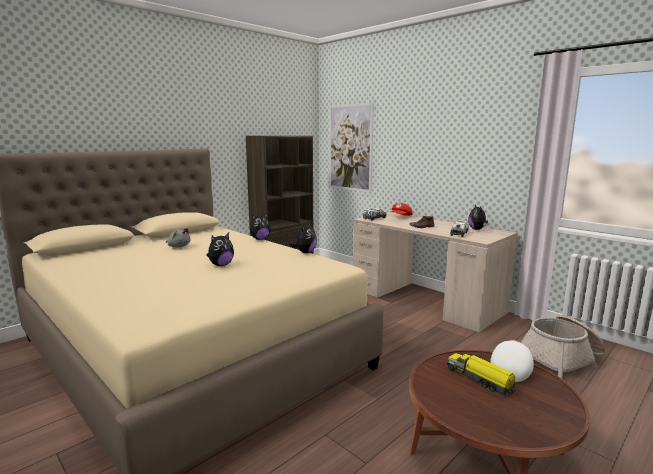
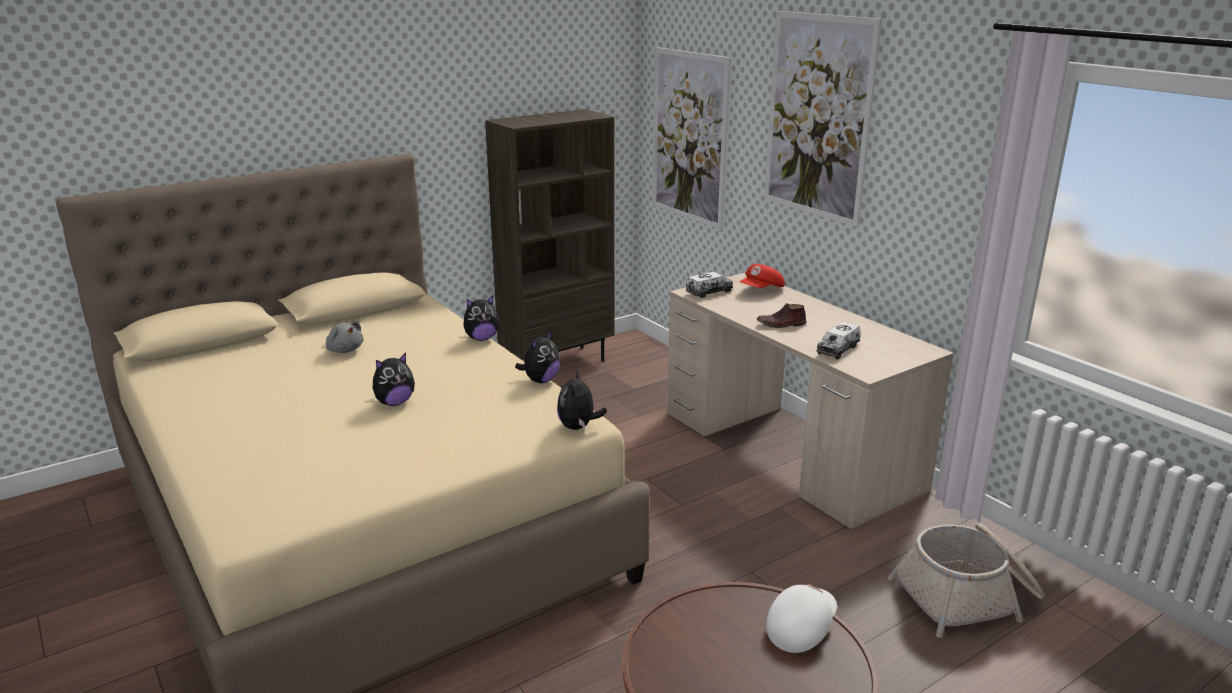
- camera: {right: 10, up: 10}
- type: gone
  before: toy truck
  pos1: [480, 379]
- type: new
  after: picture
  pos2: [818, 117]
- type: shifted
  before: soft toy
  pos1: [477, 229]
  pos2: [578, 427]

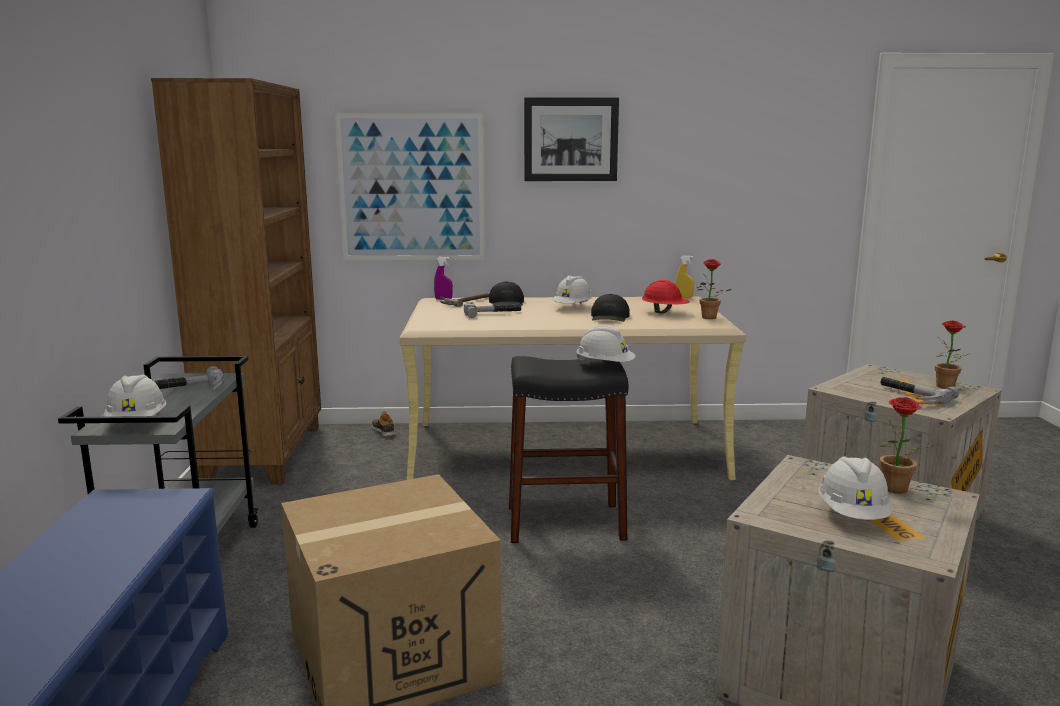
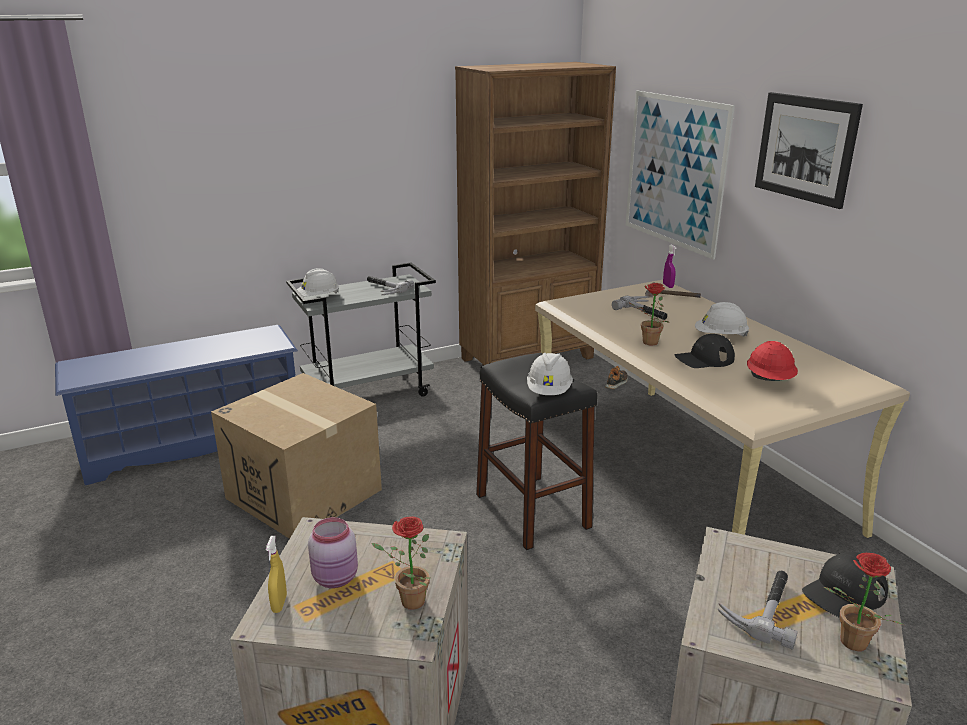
- camera: {right: 65, up: 10}
- type: shifted
  before: baseball cap/blackish
  pos1: [507, 303]
  pos2: [844, 593]
- type: shifted
  before: sprayer/yellow-coloured
  pos1: [683, 297]
  pos2: [279, 604]
- type: shifted
  before: houseplant
  pos1: [709, 318]
  pos2: [647, 342]
- type: swapped
  before: hard hat/white-coloured
  after: jar/pink-coloured
  pos1: [853, 515]
  pos2: [336, 578]

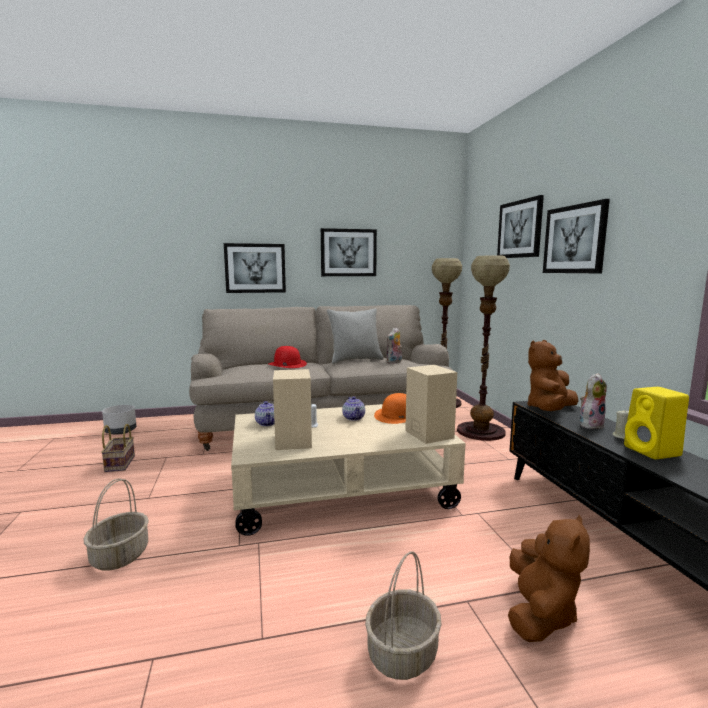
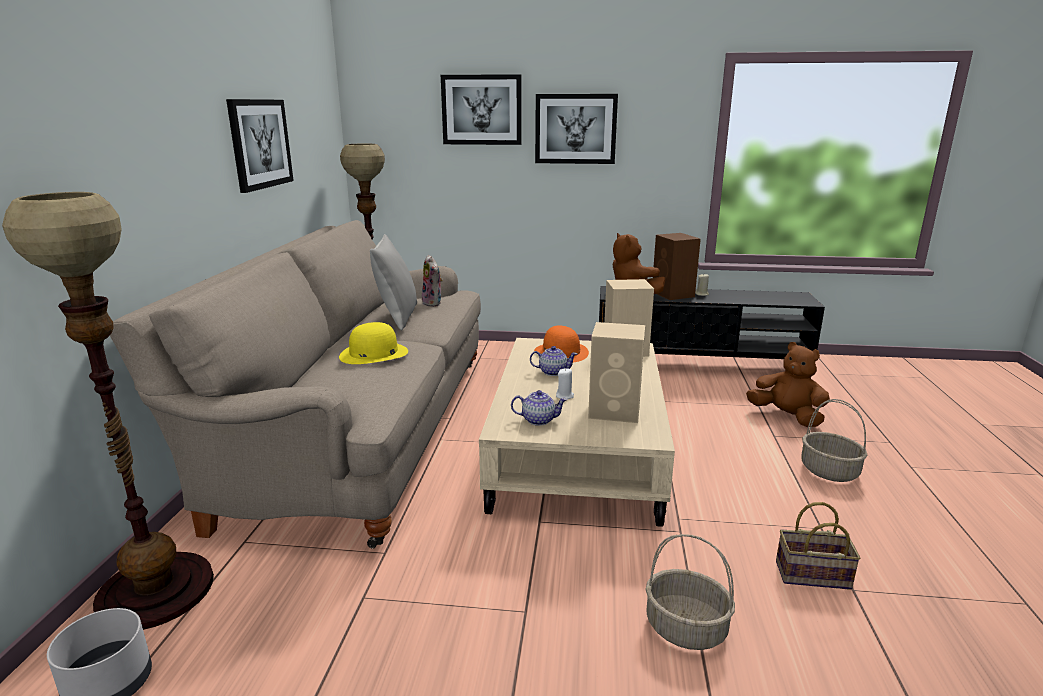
- camera: {right: -70, up: 10}
- type: gone
  before: picture
  pos1: [255, 268]
- type: gone
  before: loudspeaker/yellow-coloured
  pos1: [653, 451]
- type: shifted
  before: basket
  pos1: [119, 463]
  pos2: [811, 576]
- type: shifted
  before: standing lamp
  pos1: [480, 431]
  pos2: [155, 591]
- type: swapped
  before: soft toy
  after: loudspeaker/brownish
  pos1: [590, 424]
  pos2: [673, 294]
- type: repainted
  before: hat/red
  after: hat/yellow-coloured
  pos1: [287, 364]
  pos2: [373, 354]

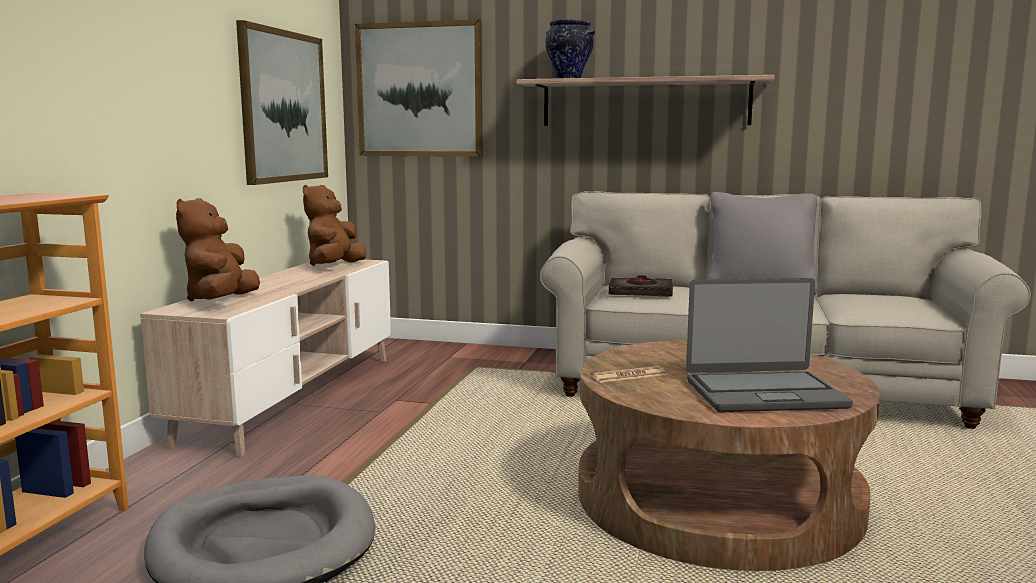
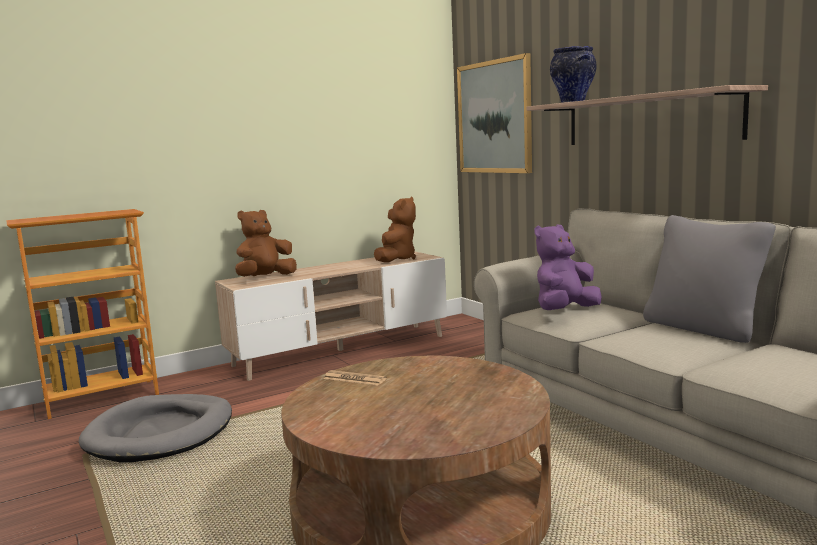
- camera: {right: 45, up: 0}
- type: gone
  before: picture
  pos1: [283, 107]
- type: gone
  before: notebook computer
  pos1: [763, 393]
- type: swapped
  before: volume/blackish
  after: soft toy/purple-coloured
  pos1: [641, 292]
  pos2: [565, 311]
- type: rotated
  before: soft toy/brownish
  pos1: [334, 266]
  pos2: [396, 259]
  turn: 135

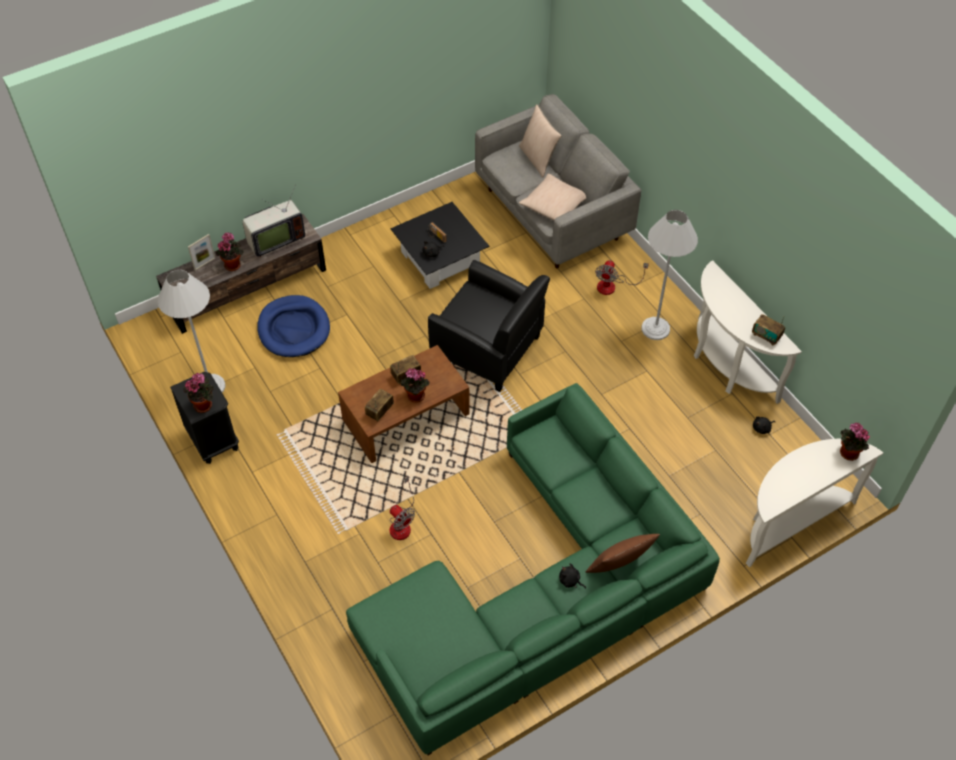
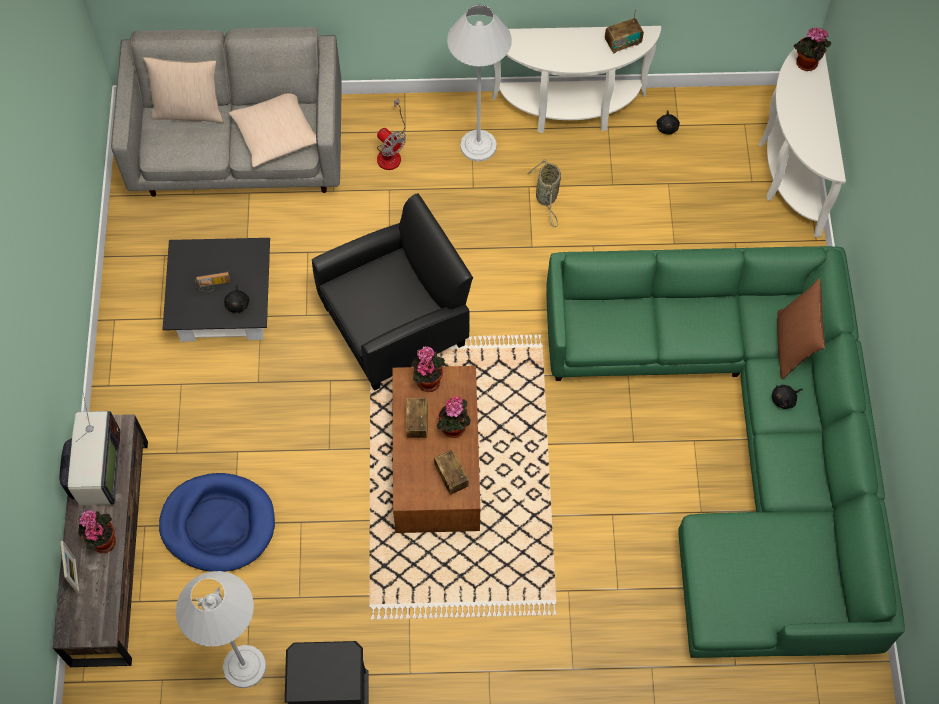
- camera: {right: -60, up: 10}
- type: gone
  before: fan
  pos1: [401, 523]
- type: new
  after: basket
  pos2: [547, 198]
- type: shifted
  before: houseplant
  pos1: [204, 404]
  pos2: [427, 380]

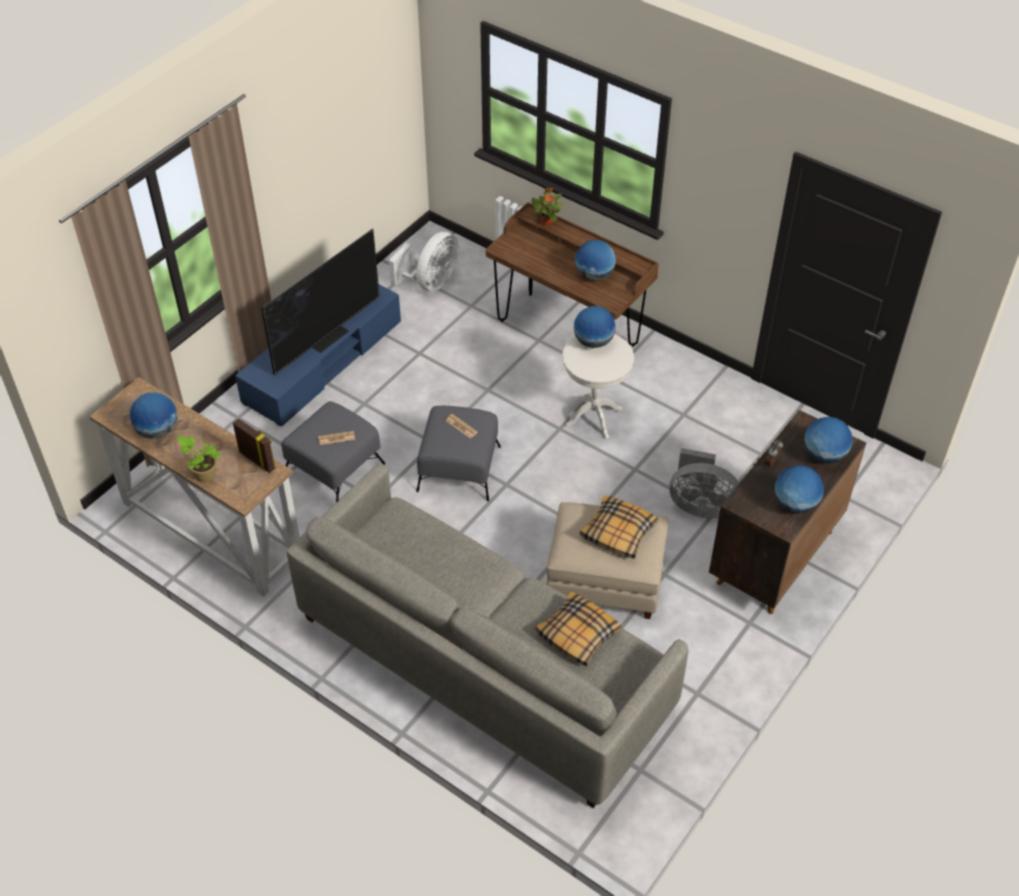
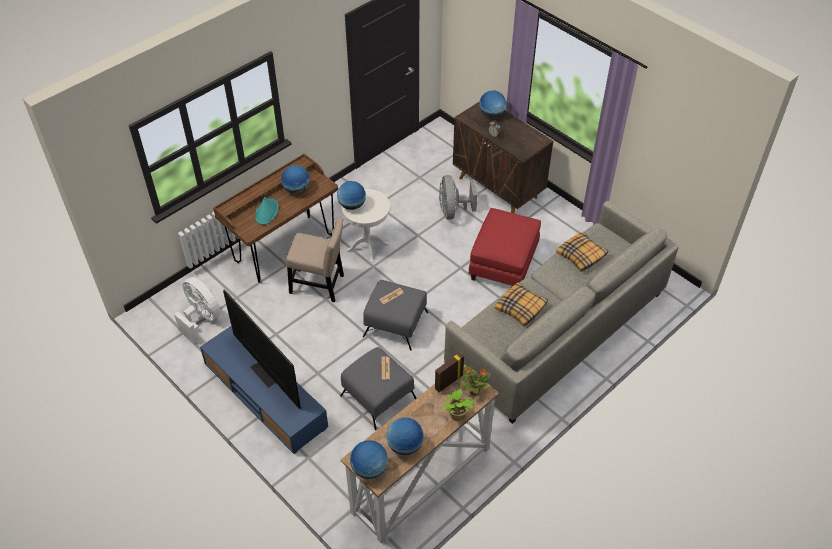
- camera: {right: -80, up: 0}
- type: new
  after: hat/turquoise
  pos2: [266, 212]
- type: new
  after: upright chair/beige
  pos2: [319, 285]
- type: shifted
  before: houseplant
  pos1: [547, 222]
  pos2: [473, 391]
- type: shifted
  before: throw pillow
  pos1: [618, 533]
  pos2: [521, 308]
- type: shifted
  before: world globe
  pos1: [795, 504]
  pos2: [369, 469]
- type: repainted
  before: ottoman/beige
  after: ottoman/red
  pos1: [605, 580]
  pos2: [502, 263]
- type: rotated
  before: fan/greyish
  pos1: [700, 505]
  pos2: [453, 211]
  turn: 150

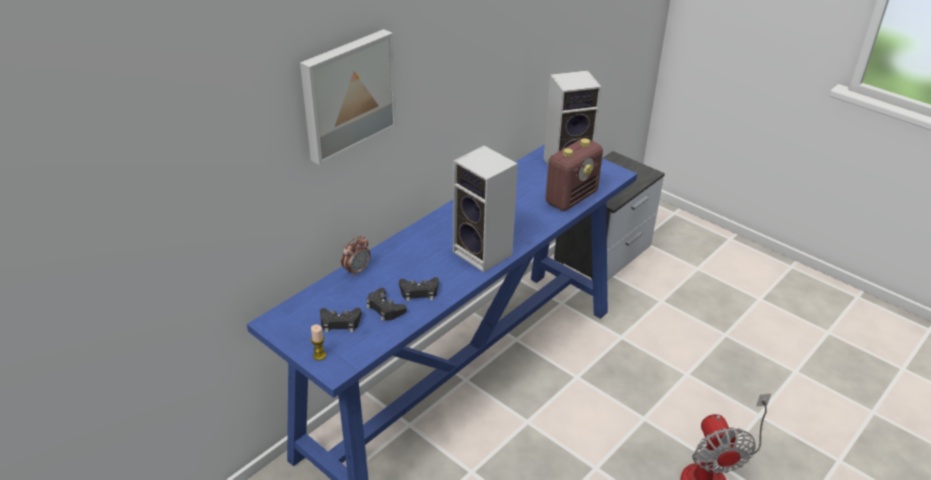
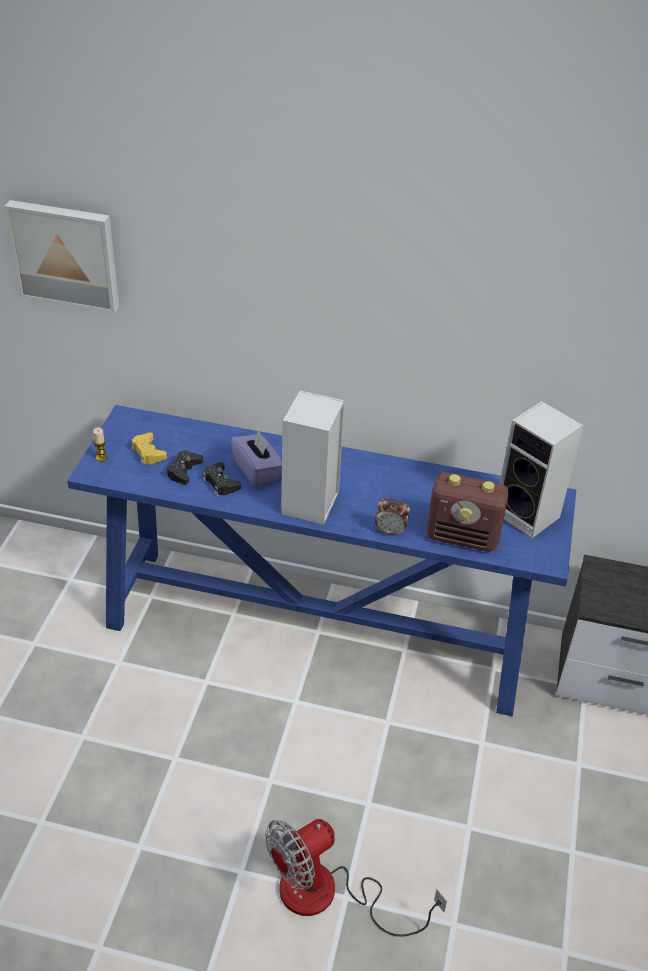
- camera: {right: 60, up: 5}
- type: new
  after: tissue holder/purple-coloured
  pos2: [257, 471]
- type: shifted
  before: picture
  pos1: [347, 94]
  pos2: [65, 254]
- type: shifted
  before: table clock
  pos1: [357, 271]
  pos2: [390, 531]
- type: repainted
  before: gamepad/blackish
  after: gamepad/yellow-coloured
  pos1: [340, 323]
  pos2: [148, 453]

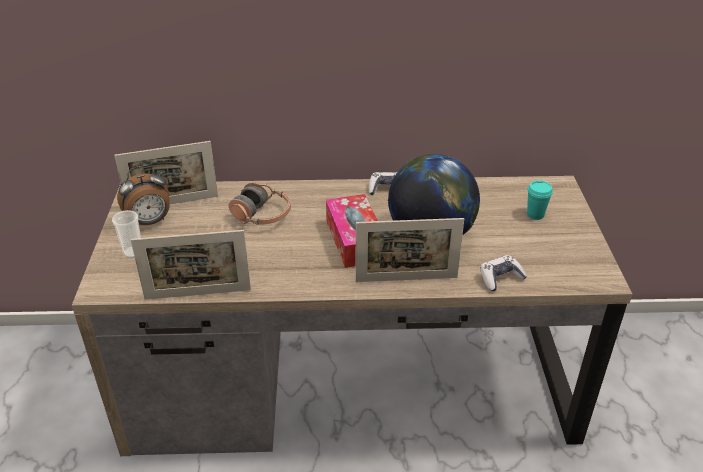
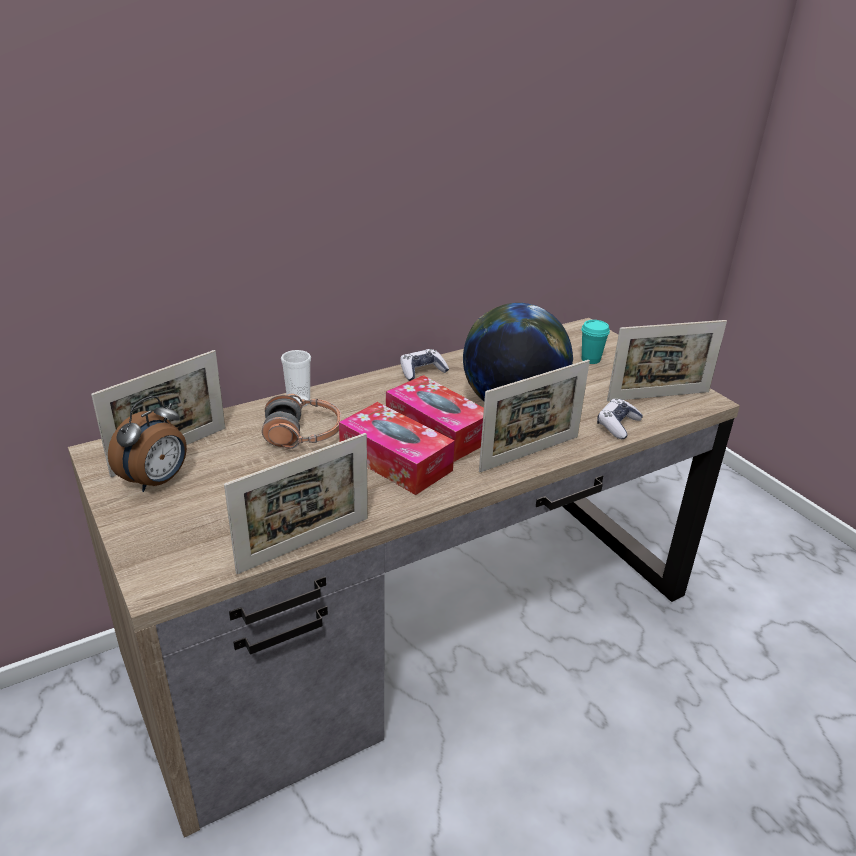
- camera: {right: -30, up: -5}
- type: new
  after: tissue holder
  pos2: [395, 461]
- type: new
  after: picture frame
  pos2: [658, 396]
- type: shifted
  before: small cup
  pos1: [133, 252]
  pos2: [298, 402]

